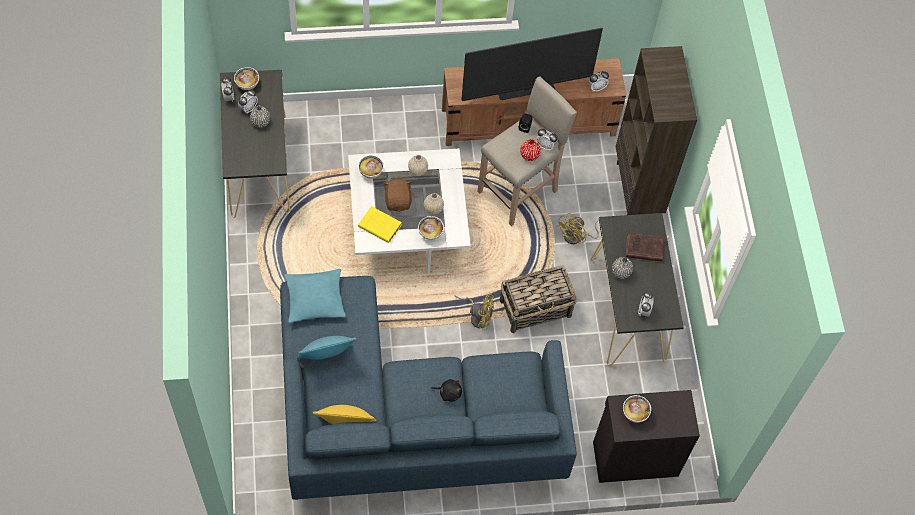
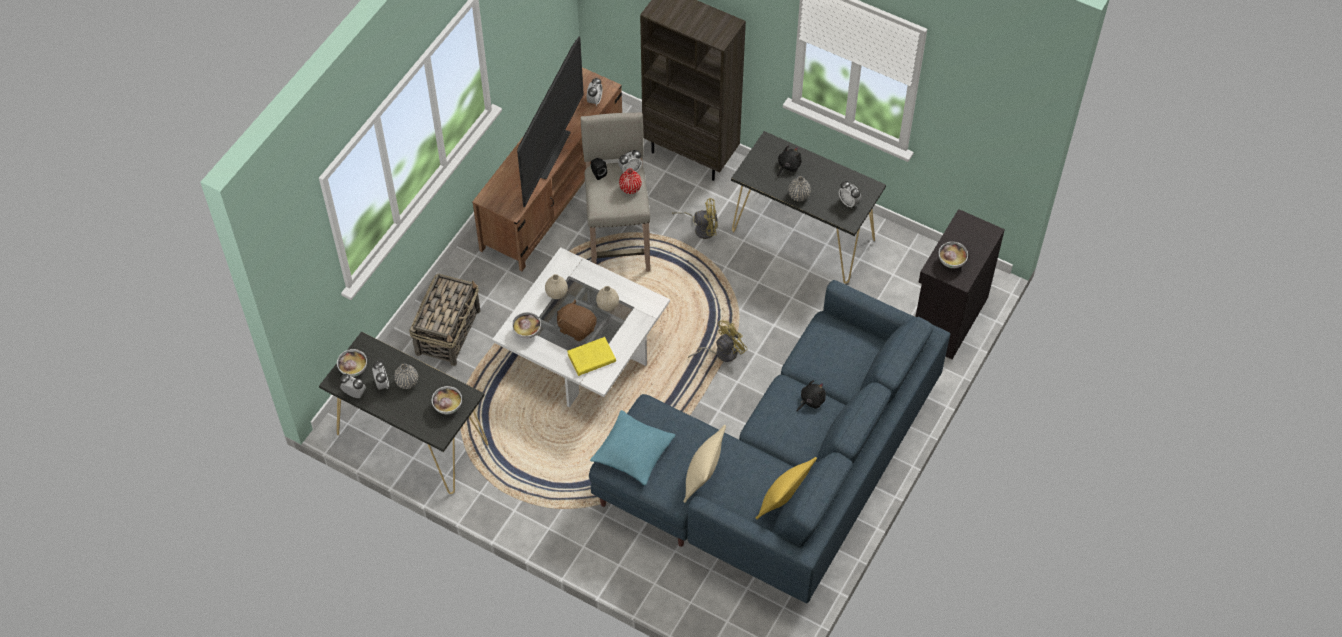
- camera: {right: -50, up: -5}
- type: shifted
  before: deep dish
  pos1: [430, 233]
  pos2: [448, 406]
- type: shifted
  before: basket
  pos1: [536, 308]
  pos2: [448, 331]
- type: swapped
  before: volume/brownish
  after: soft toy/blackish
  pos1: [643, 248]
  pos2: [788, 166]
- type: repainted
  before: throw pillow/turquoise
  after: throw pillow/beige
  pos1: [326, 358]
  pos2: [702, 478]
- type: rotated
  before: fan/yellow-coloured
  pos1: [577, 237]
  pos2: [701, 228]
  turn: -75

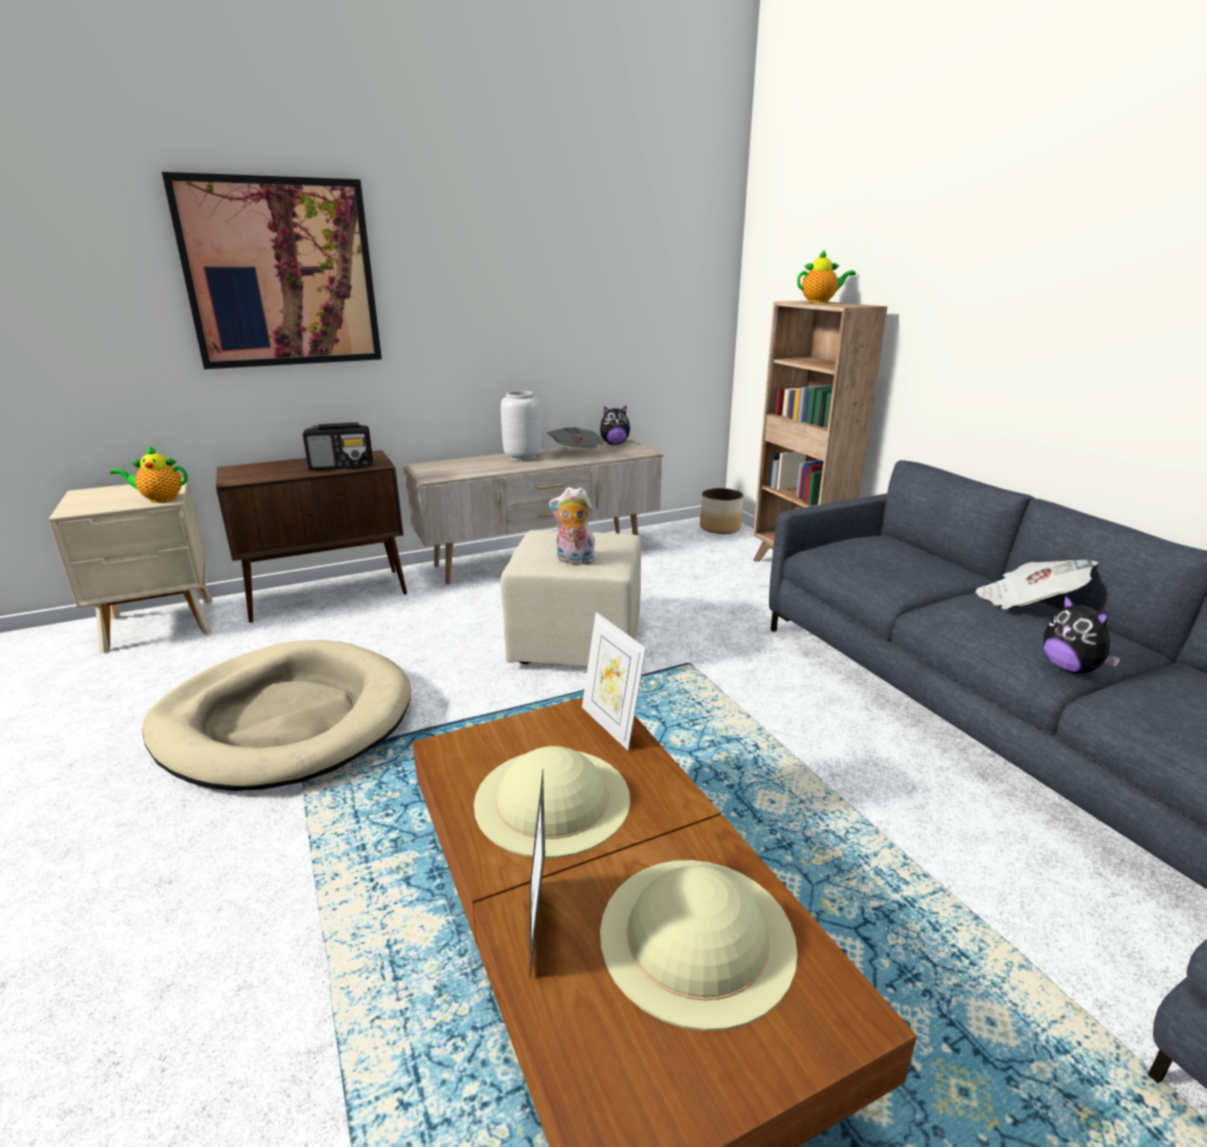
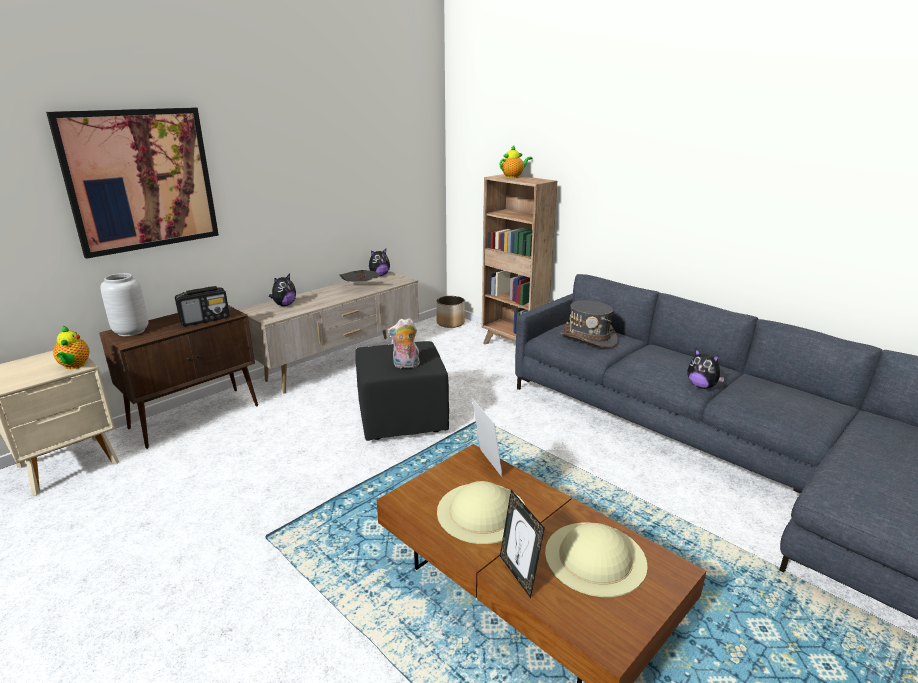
- camera: {right: -20, up: 0}
- type: gone
  before: pet bed/beige
  pos1: [285, 720]
- type: gone
  before: newspaper
  pos1: [1027, 603]
- type: new
  after: soft toy
  pos2: [284, 305]
- type: new
  after: hat/greyish
  pos2: [588, 338]
- type: shifted
  before: decorative vase/greyish
  pos1: [523, 457]
  pos2: [131, 331]
- type: repainted
  before: ottoman/beige
  after: ottoman/blackish
  pos1: [578, 642]
  pos2: [403, 418]
- type: rotated
  before: teapot
  pos1: [159, 499]
  pos2: [74, 366]
  turn: -75
- type: rotated
  before: picture frame
  pos1: [611, 725]
  pos2: [486, 464]
  turn: -150

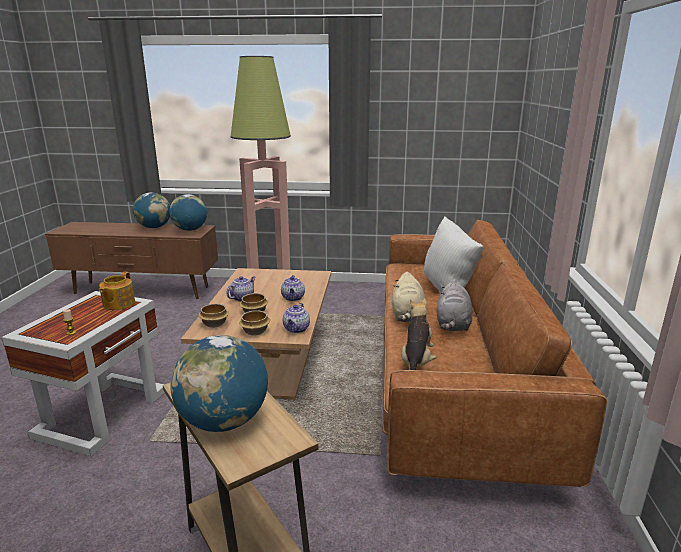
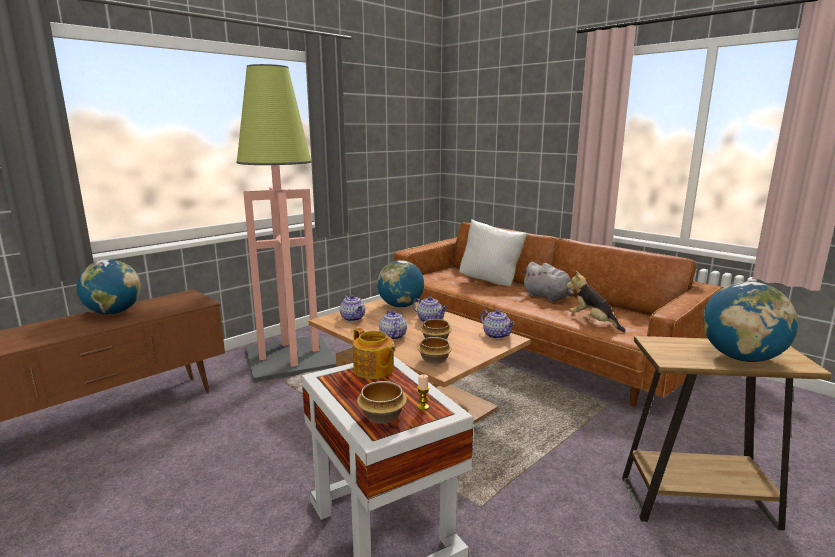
- camera: {right: -50, up: -5}
- type: gone
  before: soft toy/beige
  pos1: [407, 316]
- type: new
  after: teapot
  pos2: [353, 318]
- type: shifted
  before: world globe
  pos1: [190, 230]
  pos2: [401, 306]
- type: shifted
  before: deep dish
  pos1: [256, 331]
  pos2: [383, 416]

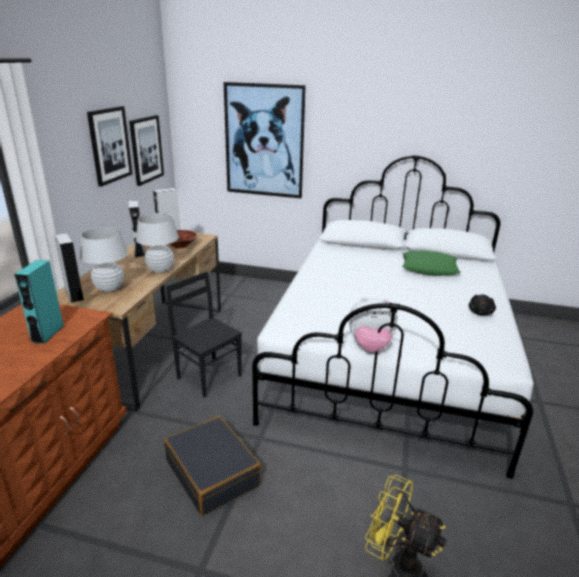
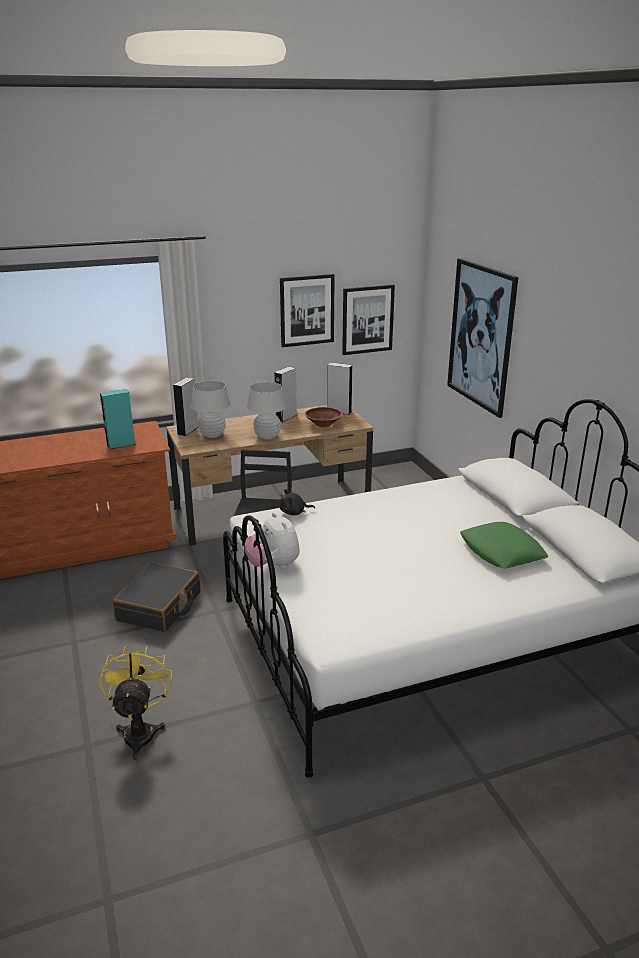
- camera: {right: 55, up: 0}
- type: shifted
  before: soft toy/blackish
  pos1: [480, 313]
  pos2: [294, 512]

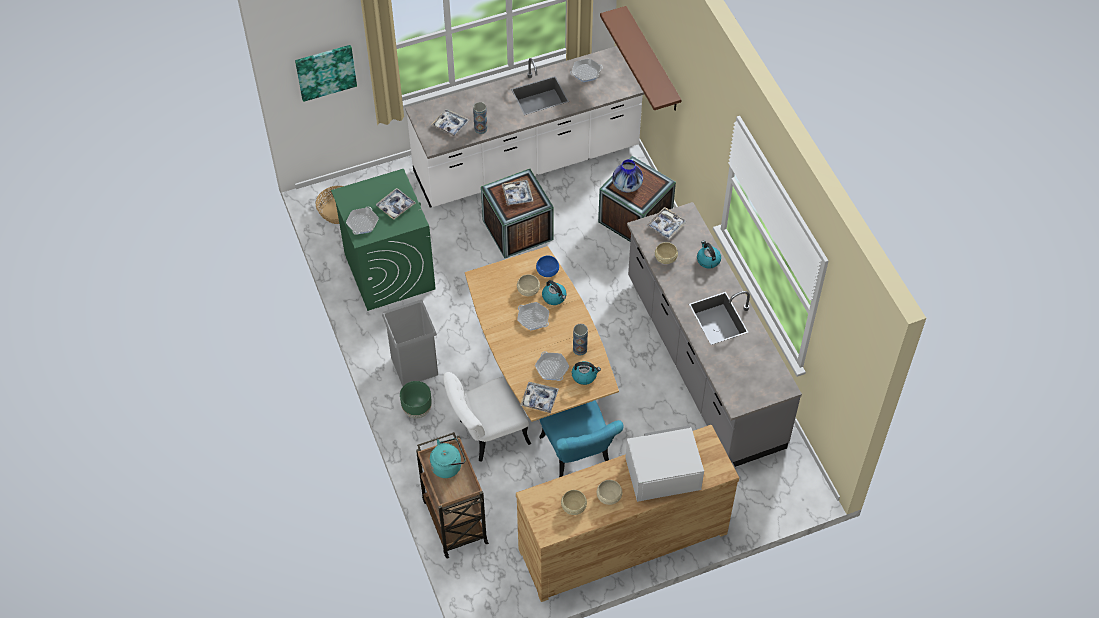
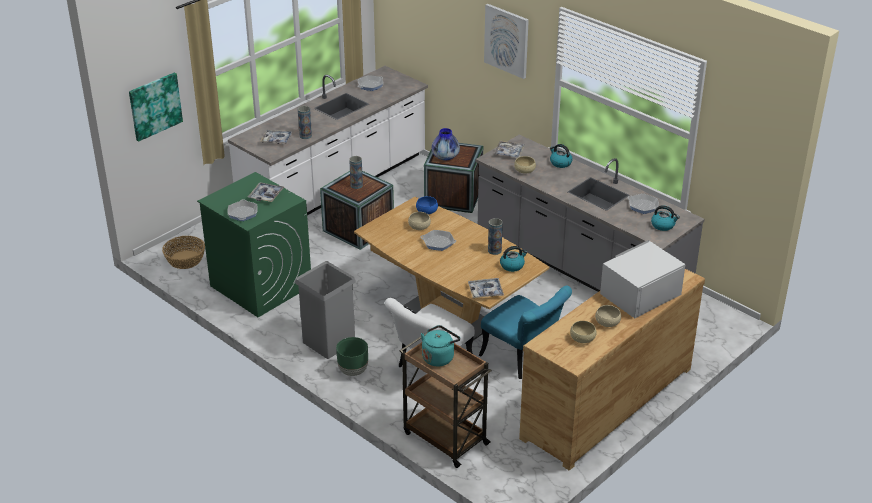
- camera: {right: -25, up: -20}
- type: gone
  before: wall shelf/brownish
  pos1: [652, 60]
- type: new
  after: picture
  pos2: [506, 40]
- type: shifted
  before: skillet
  pos1: [552, 368]
  pos2: [643, 206]
- type: shifted
  before: tea kettle
  pos1: [554, 297]
  pos2: [663, 225]
- type: swapped
  before: tray
  after: decorative vase
  pos1: [517, 195]
  pos2: [356, 185]

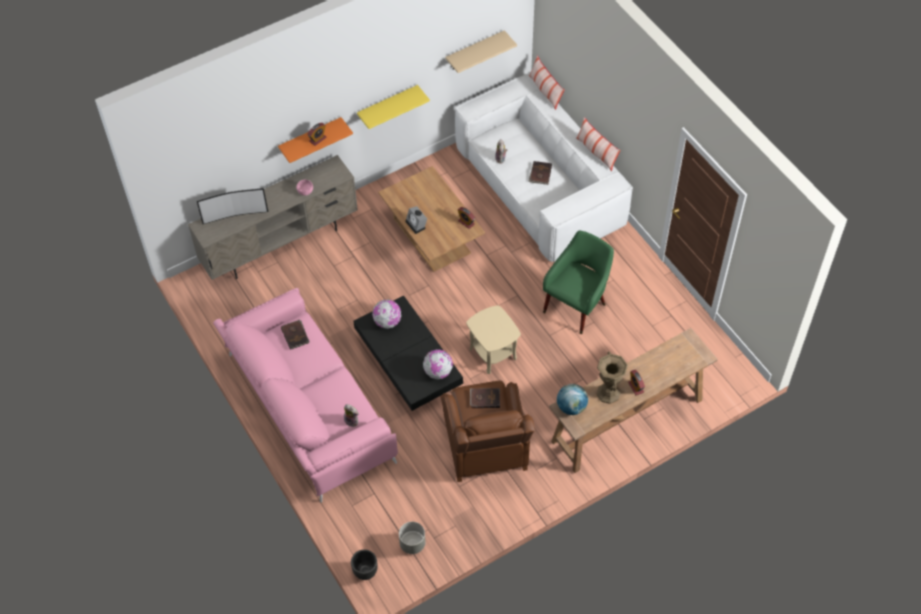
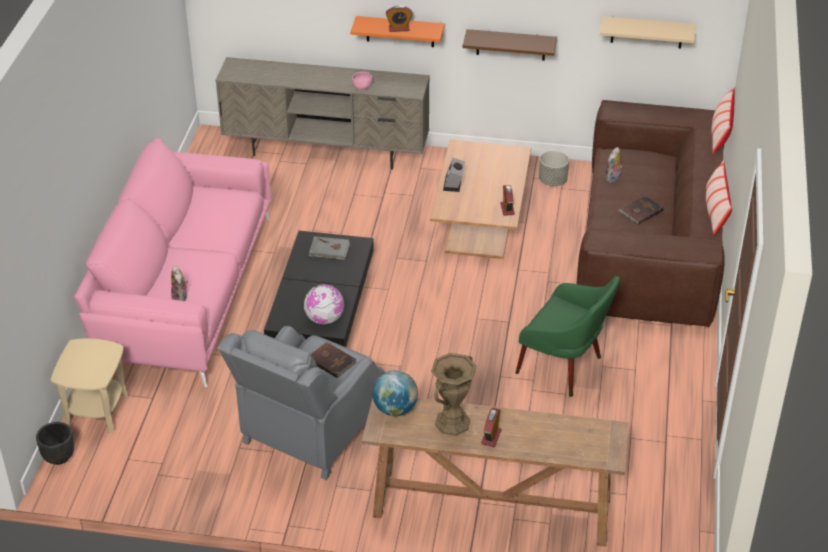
- camera: {right: 40, up: -15}
- type: gone
  before: TV set
  pos1: [235, 215]
- type: gone
  before: volume/brownish
  pos1: [295, 335]
- type: shifted
  before: flower pot/greyish
  pos1: [412, 543]
  pos2: [553, 181]
- type: shifted
  before: end table/beige
  pos1: [492, 354]
  pos2: [96, 411]
- type: swapped
  before: world globe
  after: volume/greyish
  pos1: [387, 322]
  pos2: [329, 250]
- type: repainted
  before: wall shelf/yellow-coloured
  after: wall shelf/brownish
  pos1: [387, 105]
  pos2: [511, 45]
- type: repainted
  before: lounge chair/brownish
  after: lounge chair/greyish
  pos1: [486, 447]
  pos2: [309, 431]
- type: repainted
  before: couch/white-coloured
  after: couch/brownish
  pos1: [539, 186]
  pos2: [648, 243]
- type: rotated
  before: lounge chair/green-coloured
  pos1: [576, 305]
  pos2: [564, 367]
  turn: 45

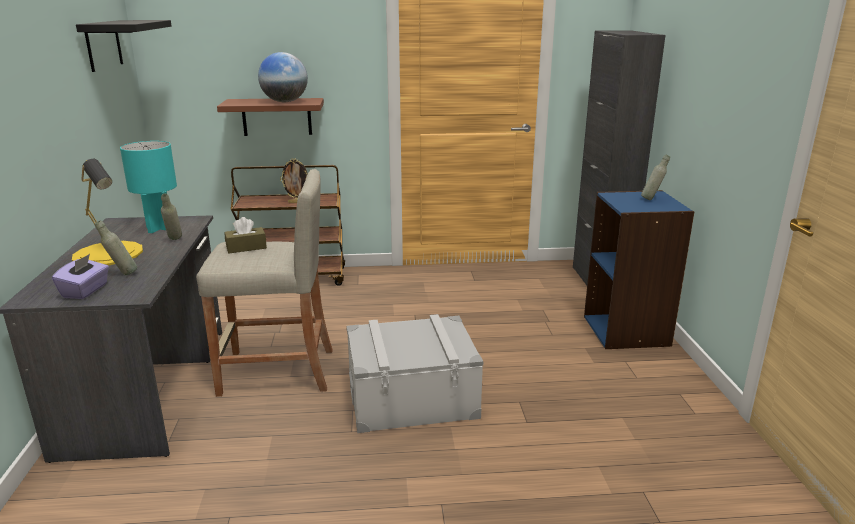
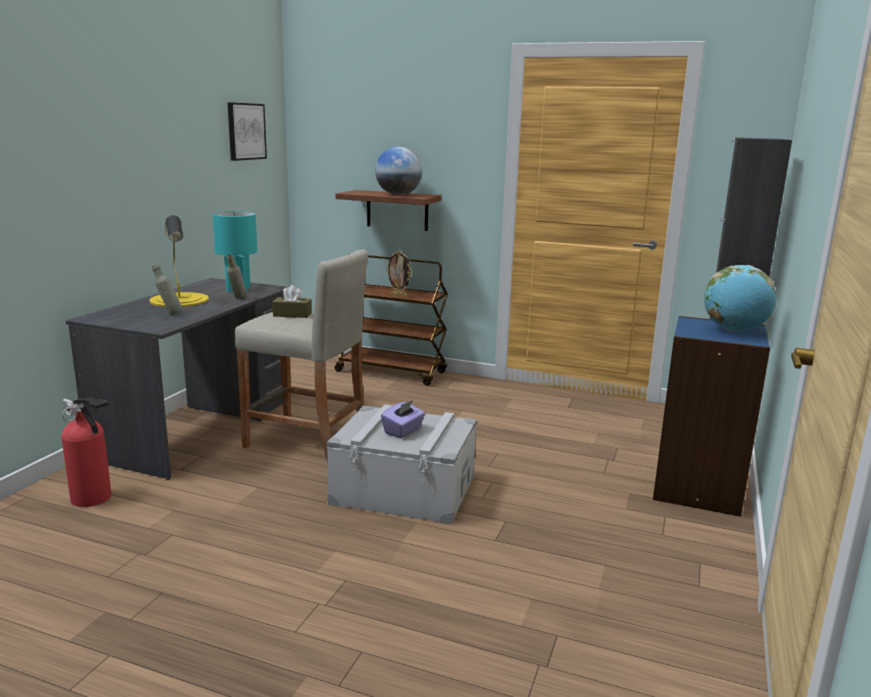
- camera: {right: 25, up: -5}
- type: new
  after: fire extinguisher
  pos2: [93, 499]
- type: shifted
  before: tissue holder/purple-coloured
  pos1: [85, 291]
  pos2: [403, 431]
- type: swapped
  before: wall shelf/blackish
  after: picture
  pos1: [103, 45]
  pos2: [245, 131]
- type: swapped
  before: beverage bottle/greyish
  after: world globe
  pos1: [652, 199]
  pos2: [734, 331]

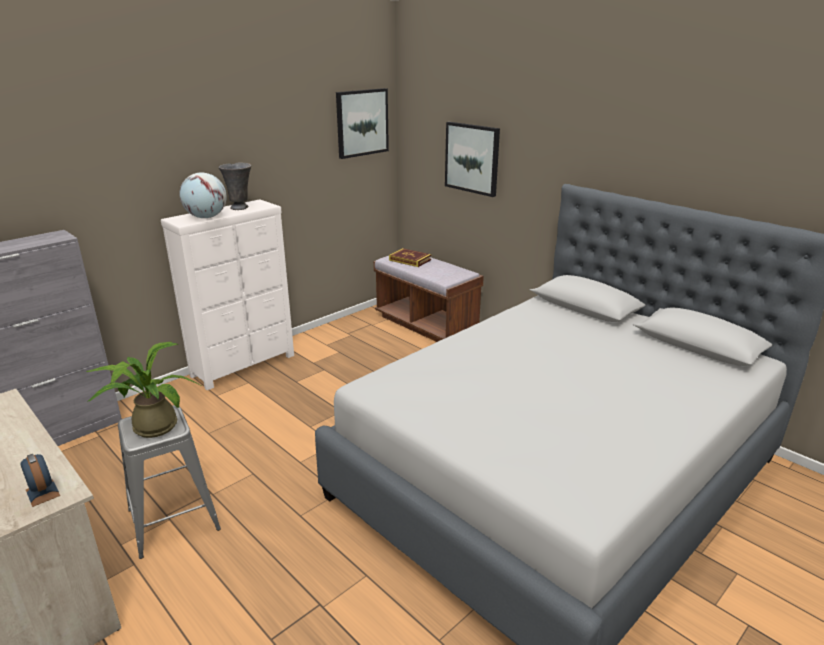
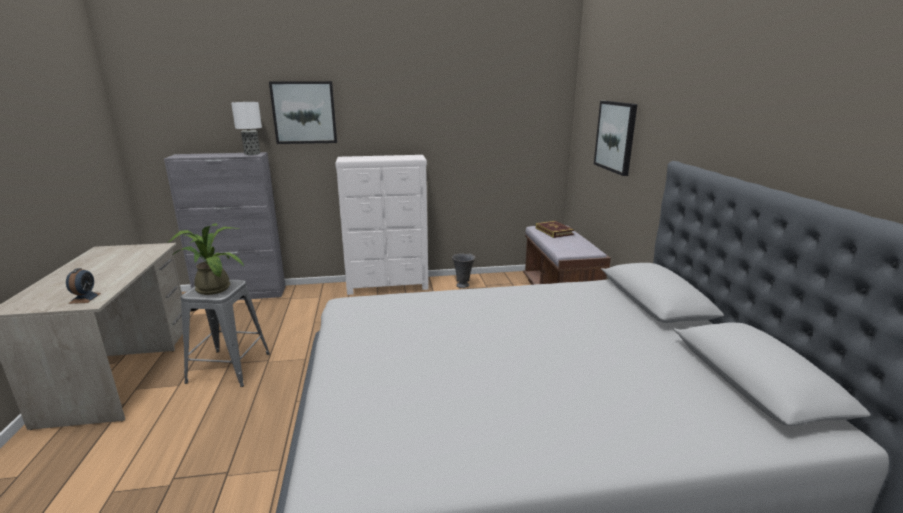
- camera: {right: 35, up: -5}
- type: gone
  before: world globe
  pos1: [206, 217]
- type: new
  after: lamp for a table
  pos2: [251, 154]
- type: shifted
  before: decorative vase/greyish
  pos1: [240, 208]
  pos2: [463, 285]
- type: shifted
  before: picture
  pos1: [362, 122]
  pos2: [304, 112]

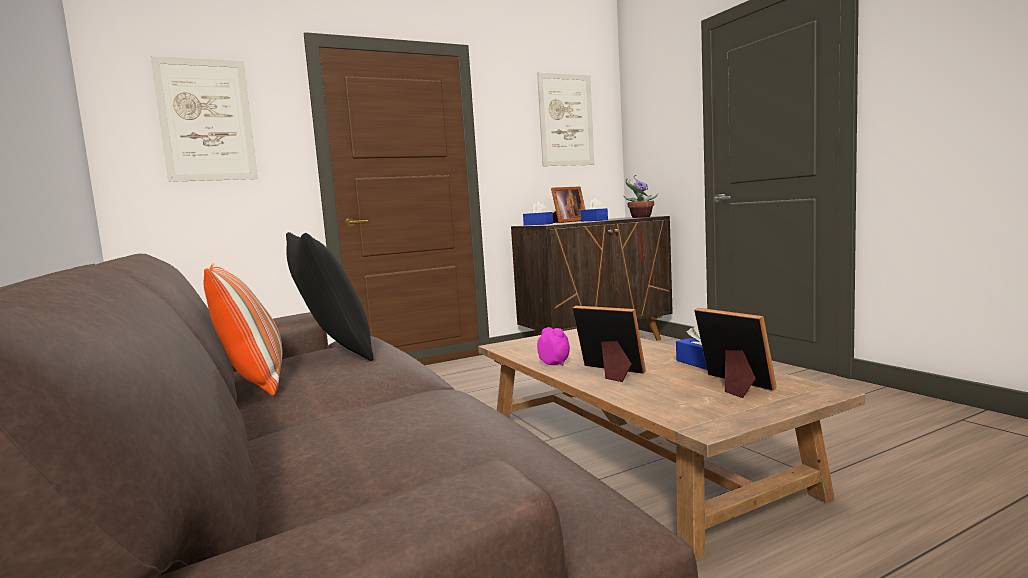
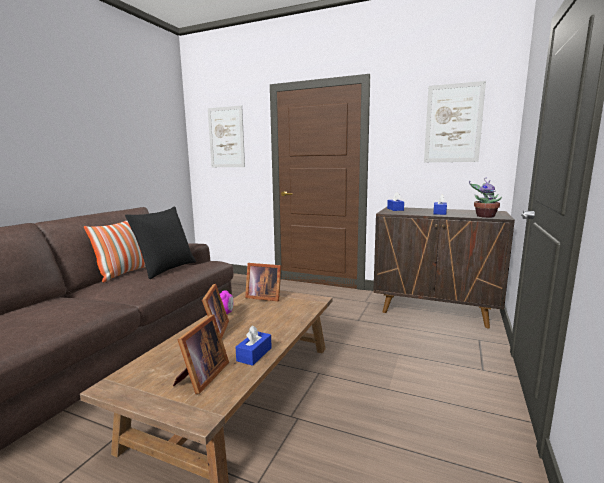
- camera: {right: 50, up: 5}
- type: shifted
  before: picture frame
  pos1: [567, 222]
  pos2: [263, 297]

